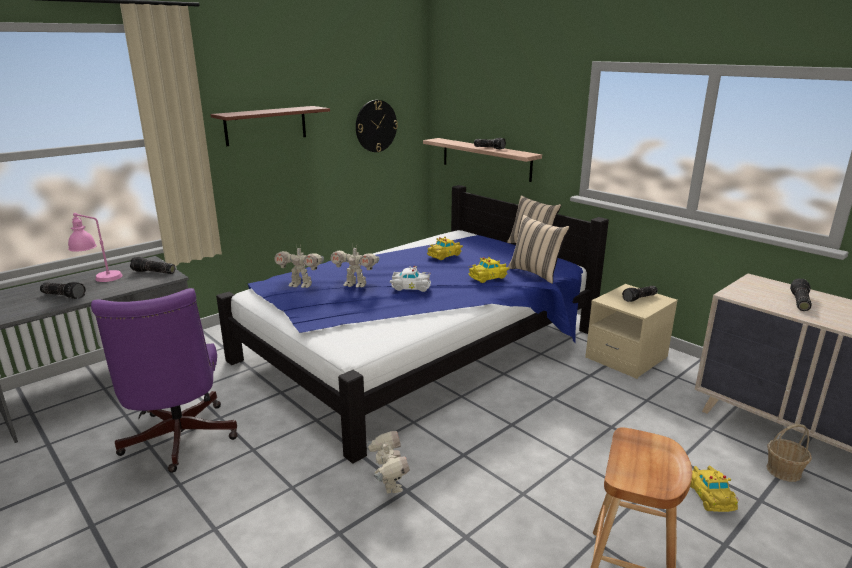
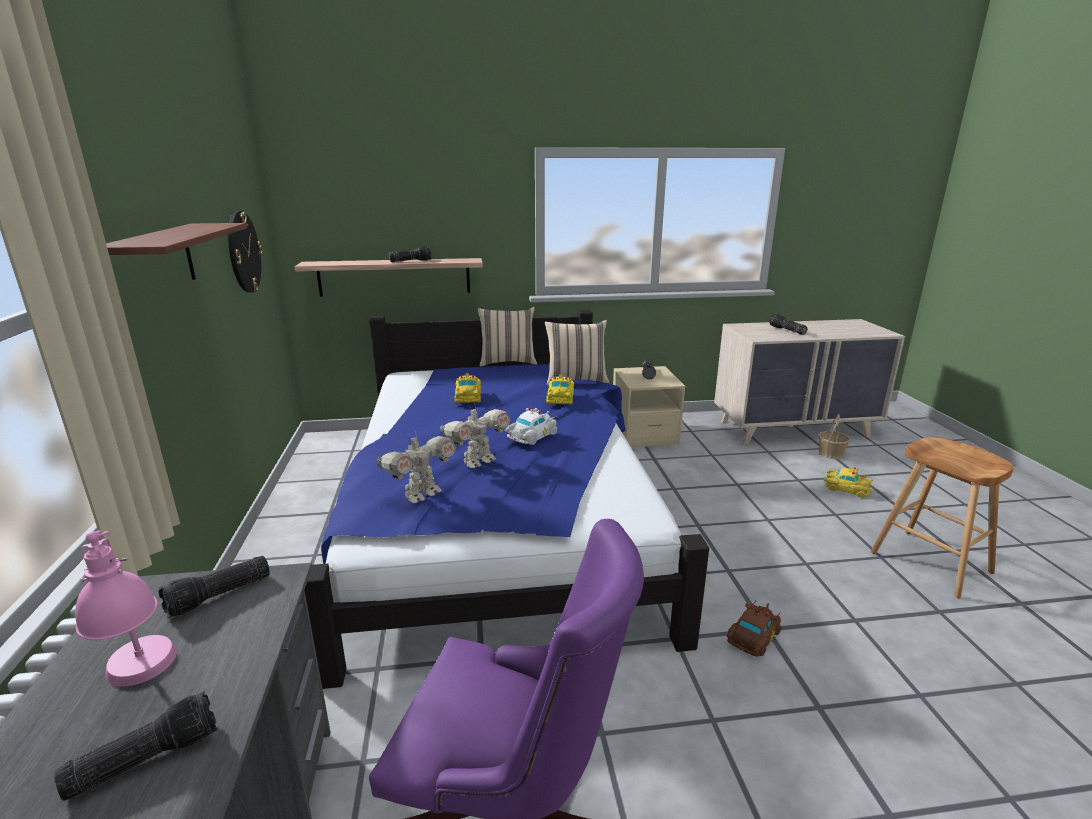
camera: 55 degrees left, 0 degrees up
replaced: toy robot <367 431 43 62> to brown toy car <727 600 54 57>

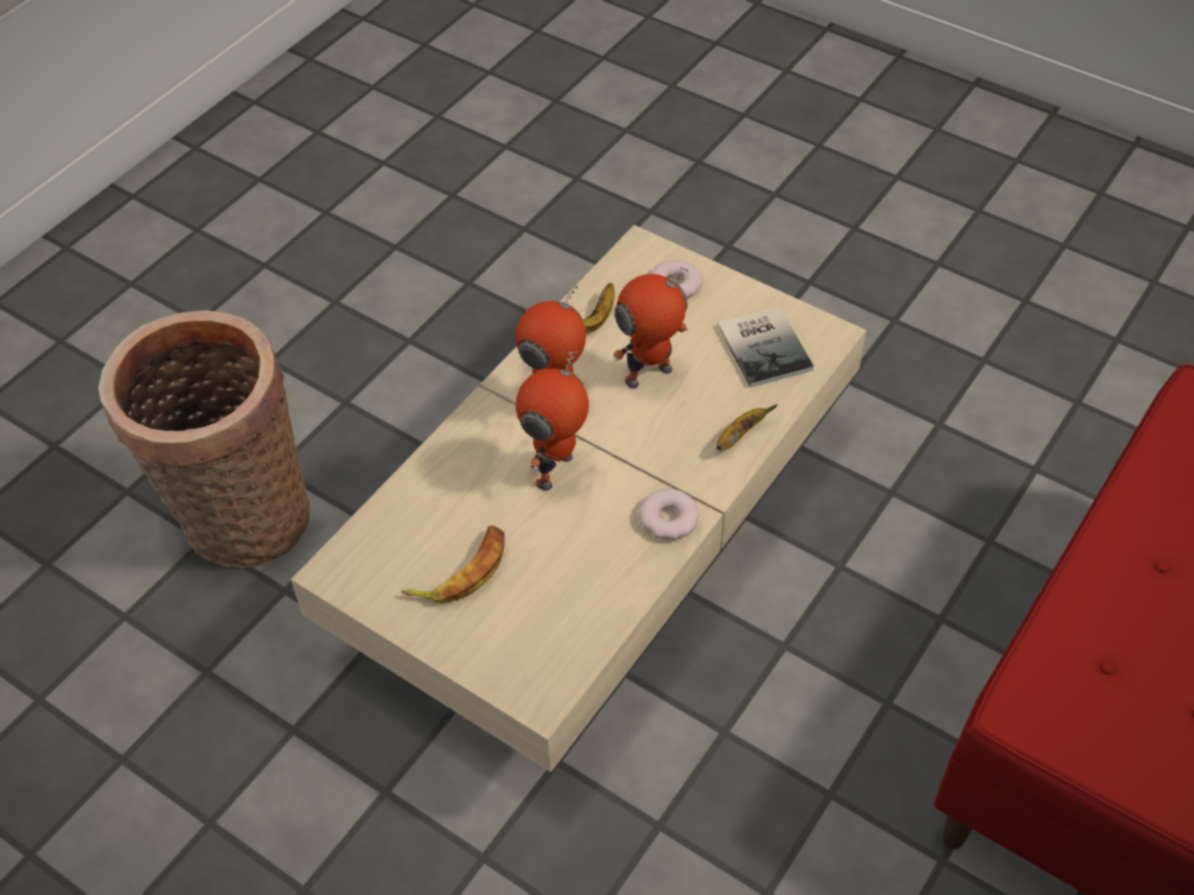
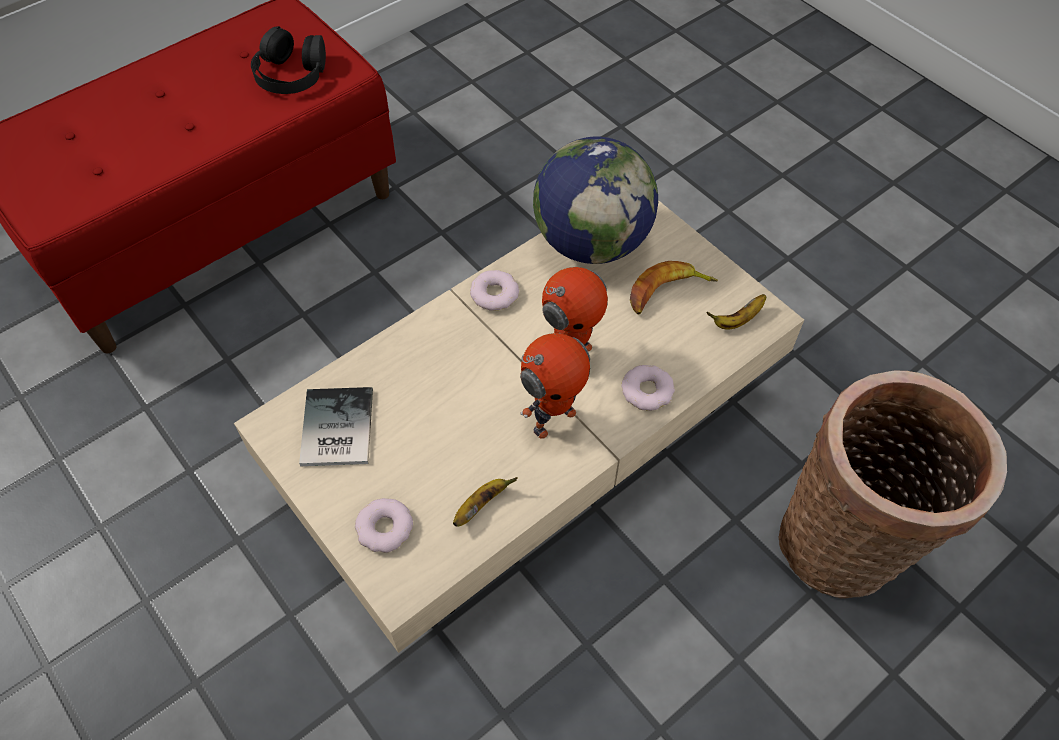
camera: 165 degrees left, 5 degrees up
removed: toy robot <613 267 75 122>
added: black headphones <251 26 75 68>; globe <533 137 125 127>; donut <621 365 54 46>
moved: banana <716 404 61 47> to <706 294 60 36>

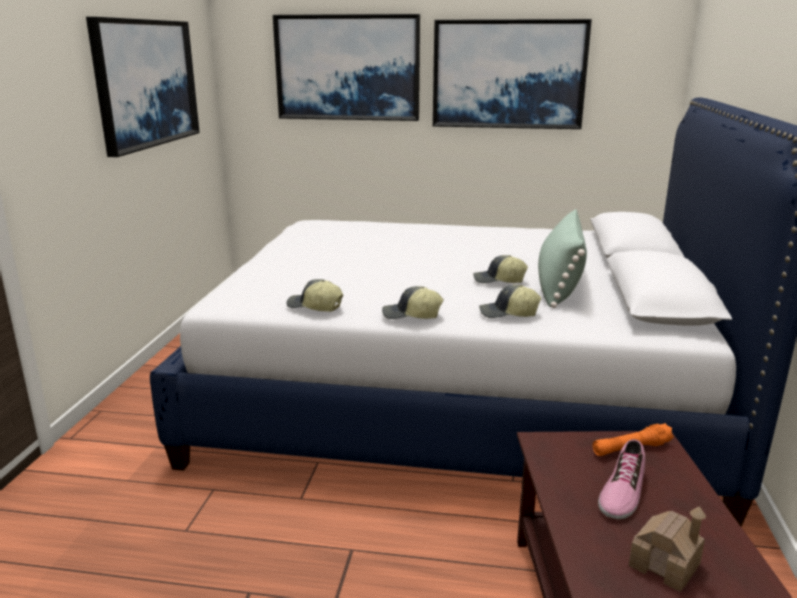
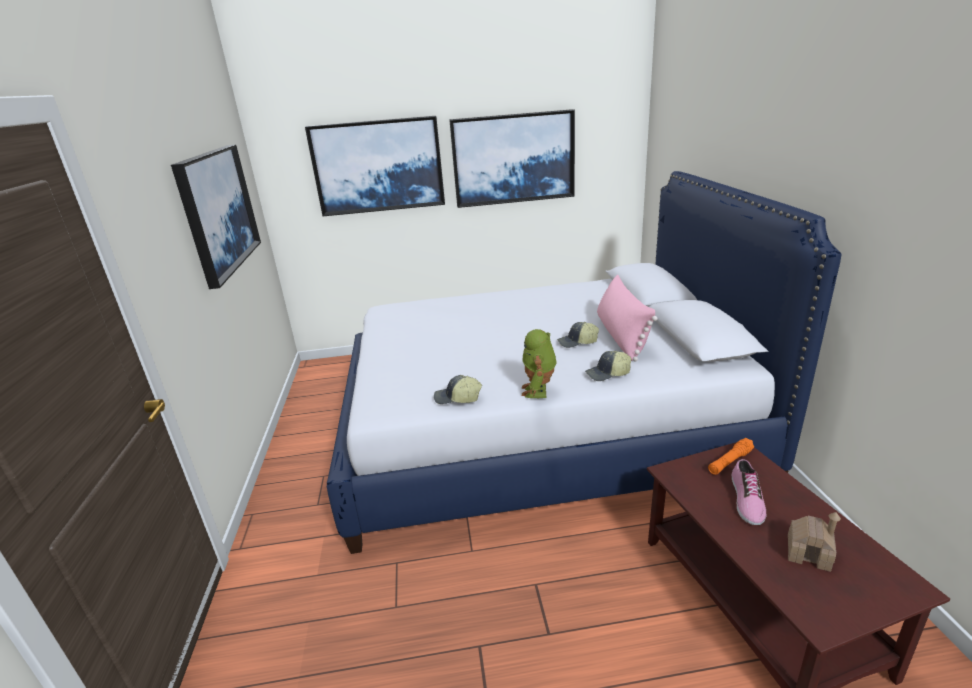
camera: 15 degrees left, 5 degrees up
replaced: cap <382 286 62 33> to toy robot <521 329 36 69>
recoloured: green pillow <538 209 49 99> to pink pillow <597 275 61 87>

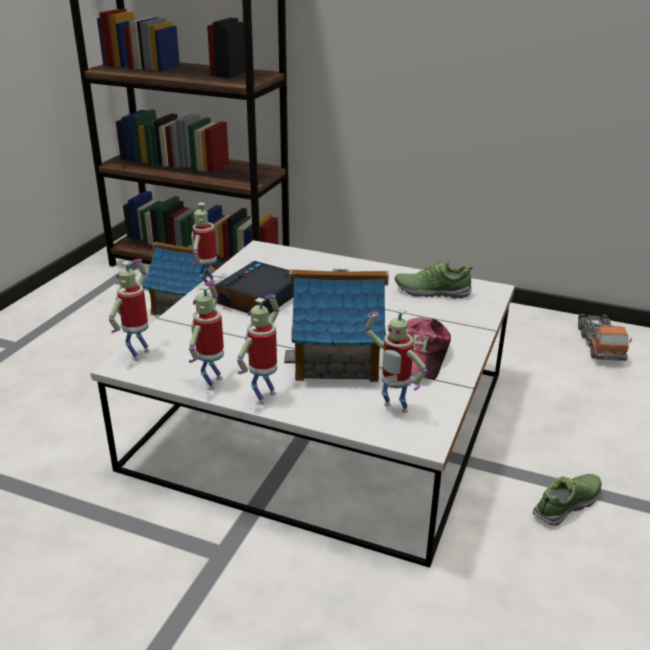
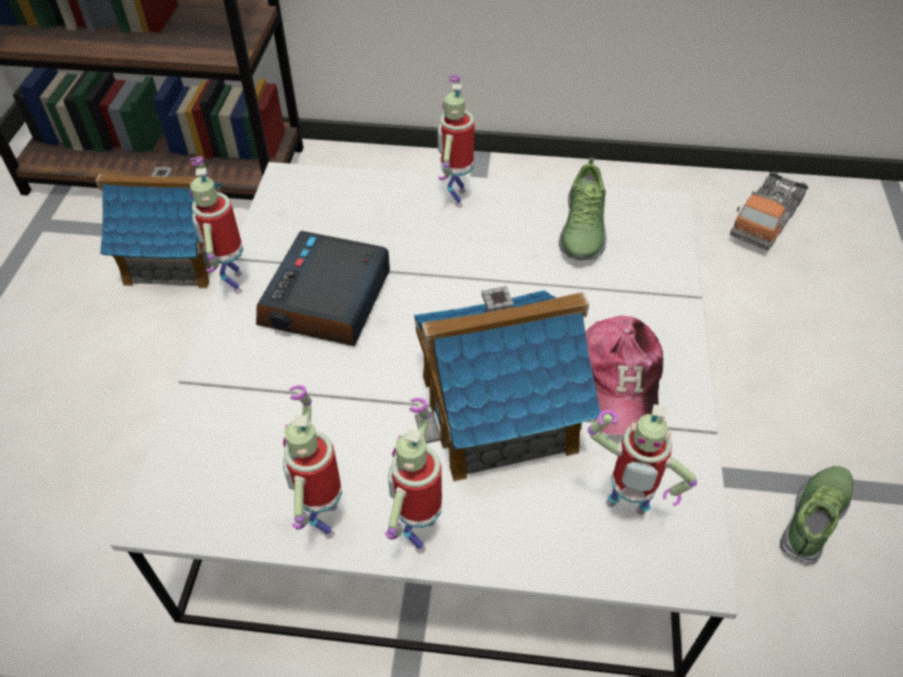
camera: 15 degrees left, 20 degrees up
moved: toy robot <109 259 41 102> to <438 75 37 133>
turned: shoe <395 262 78 37> = <559 158 48 102> 75 degrees counterclockwise; toy truck <578 314 54 47> = <730 171 78 79> 45 degrees clockwise

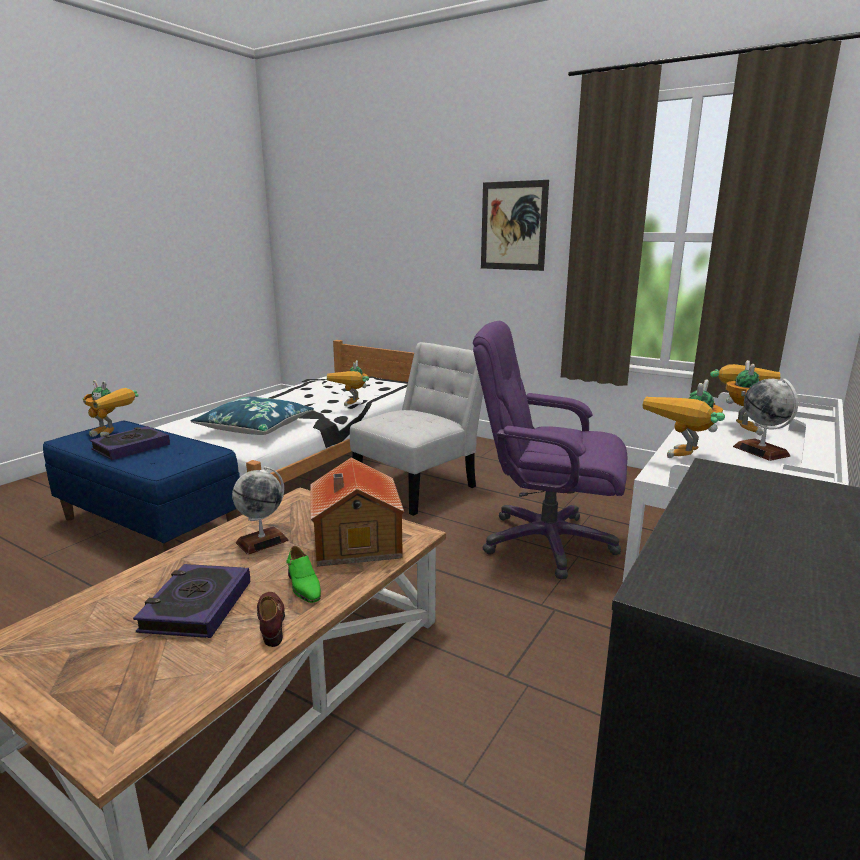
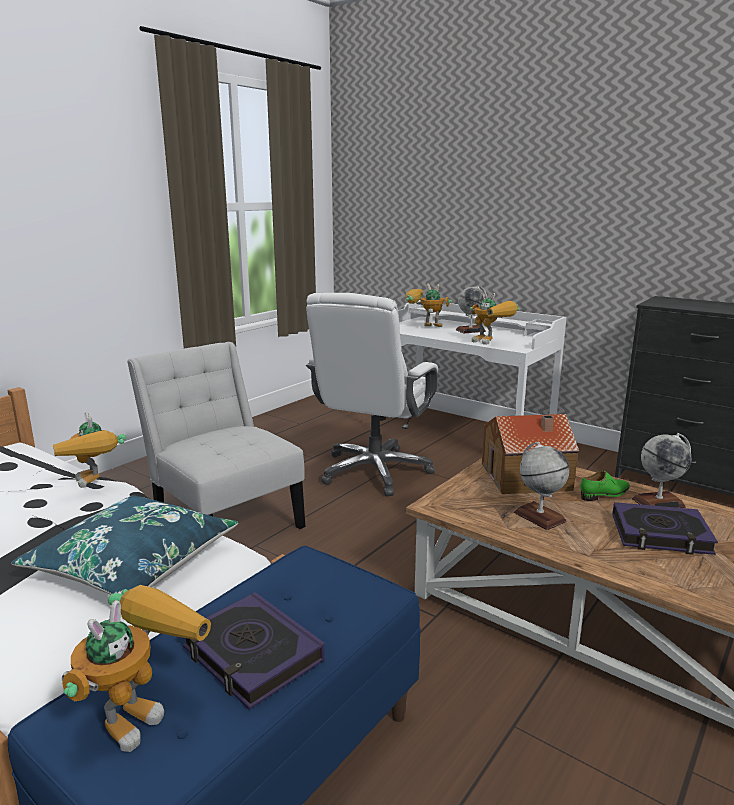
camera: 85 degrees left, 0 degrees up
removed: picture <481 180 68 91>
replaced: brown shoe <257 592 28 55> to globe <632 433 59 75>
recoloured: purple office chair <473 321 154 258> to white office chair <306 293 132 203>
turned: toy robot <327 360 42 46> = <53 412 73 76> 45 degrees clockwise

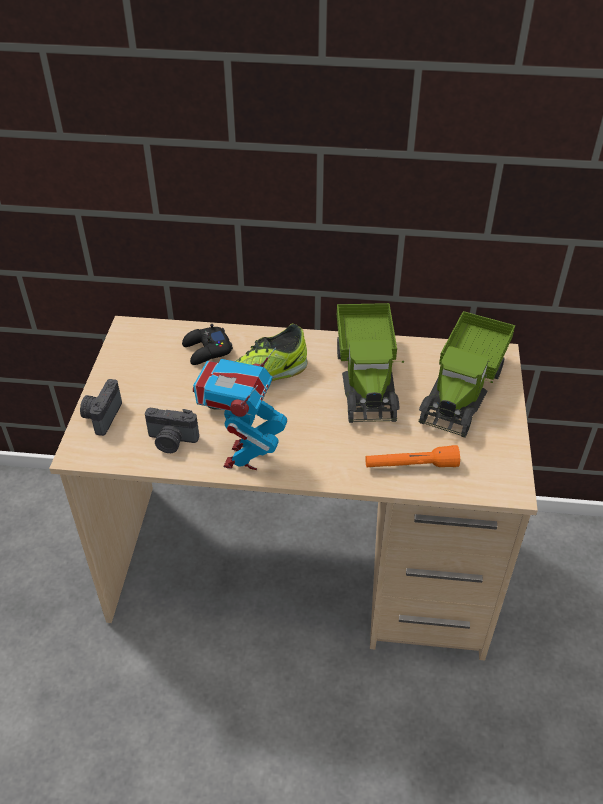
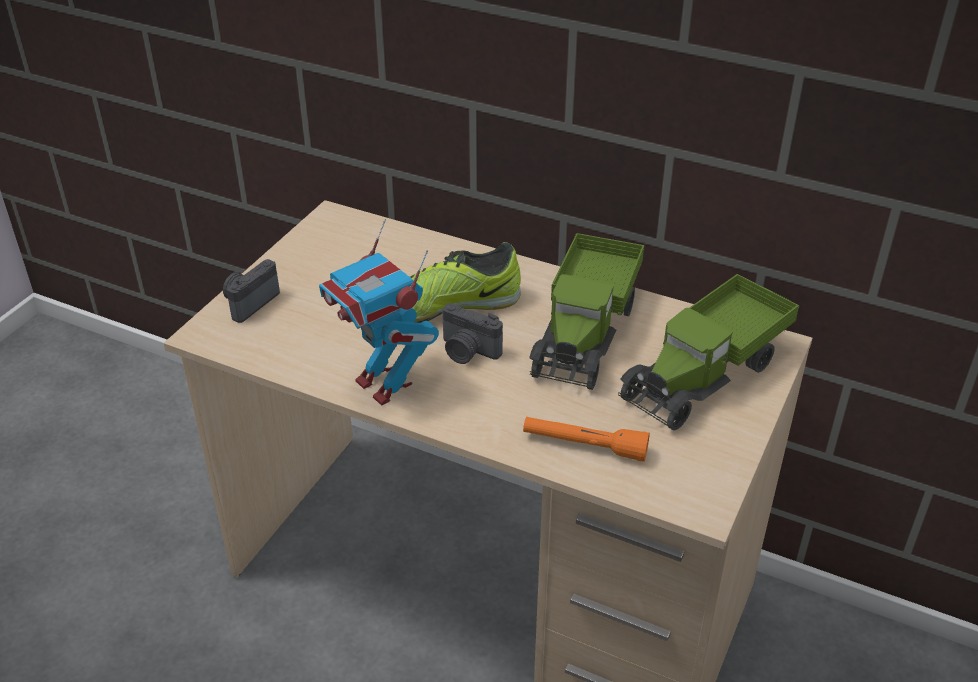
camera: 20 degrees right, 5 degrees down
removed: black game controller <182 324 51 41>
moved: photo camera <145 408 54 45> to <442 303 61 61>
turned: toy robot <193 347 94 123> = <319 219 120 187> 75 degrees counterclockwise

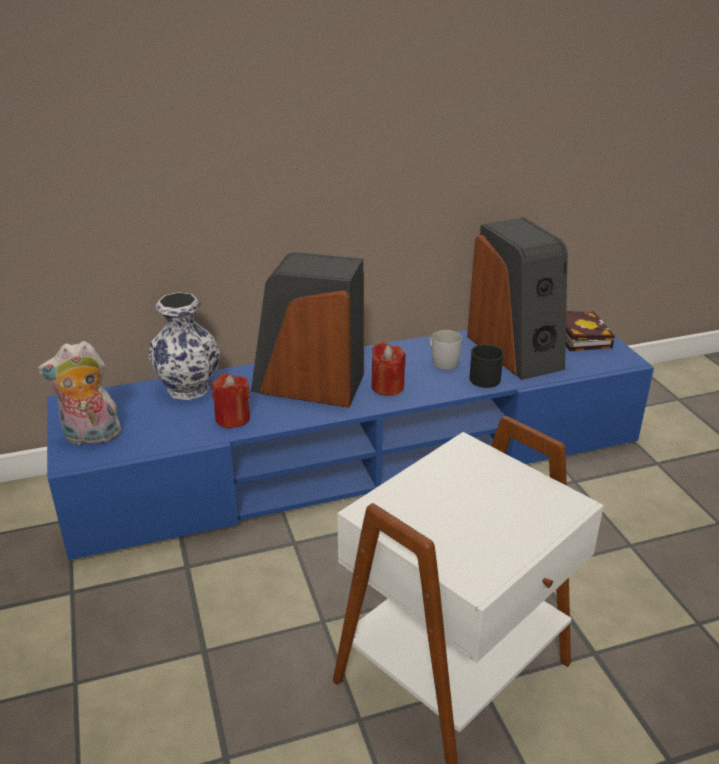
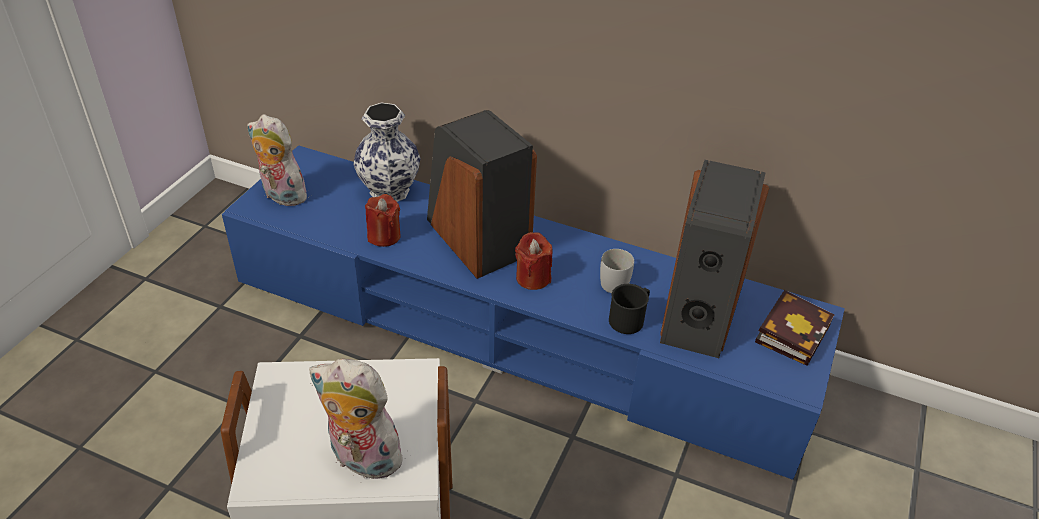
camera: 40 degrees right, 10 degrees up
added: plush toy <309 359 102 120>

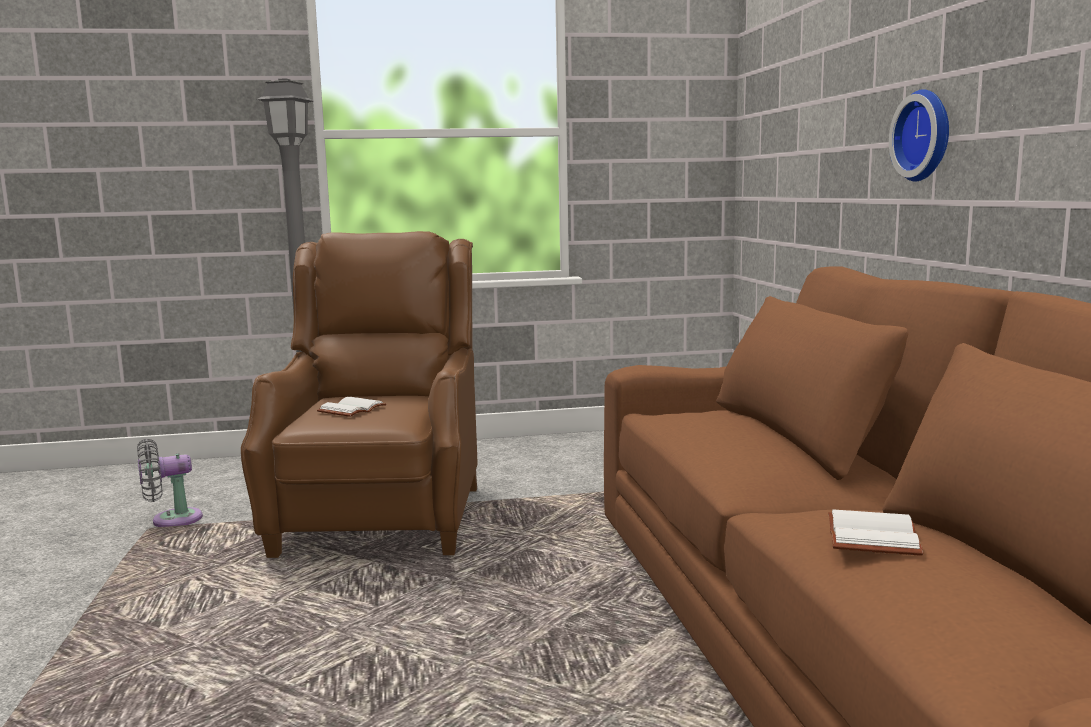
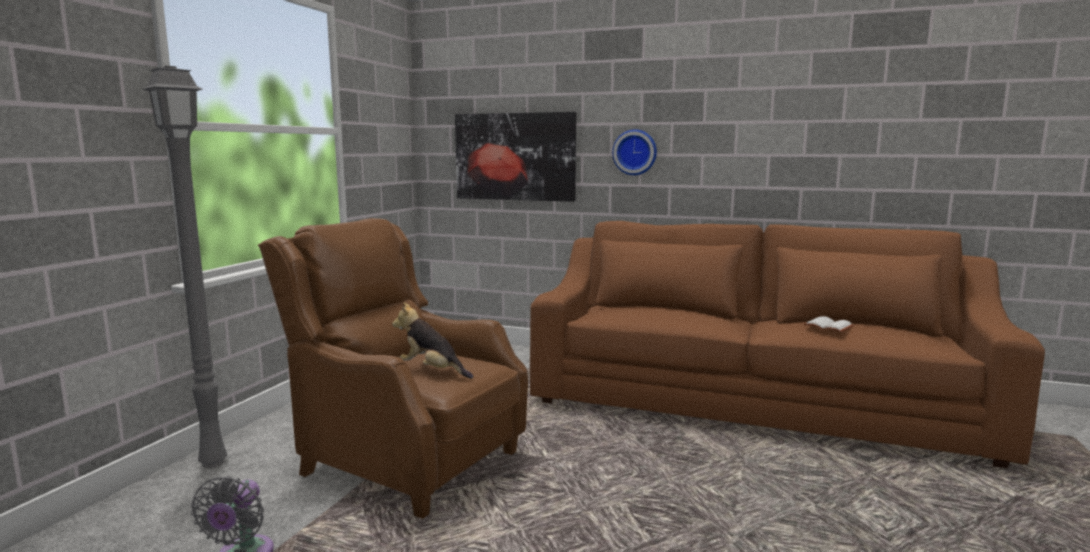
camera: 60 degrees left, 0 degrees up
added: picture <455 112 121 90>
replaced: white book <317 397 69 20> to plush toy <392 302 81 77>

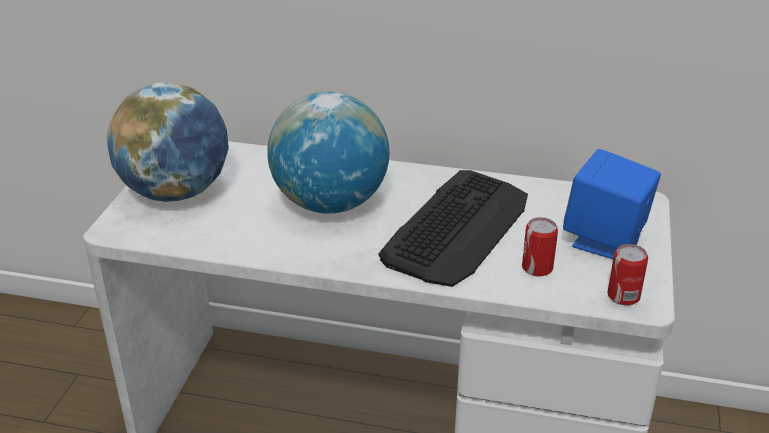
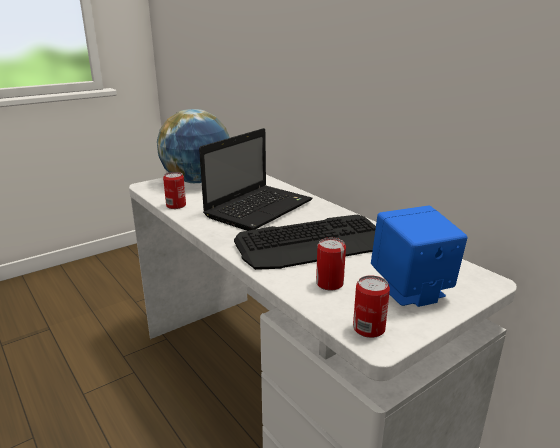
camera: 40 degrees right, 10 degrees down
added: can <163 172 23 37>
replaced: globe <268 92 121 121> to laptop <199 128 114 103>

